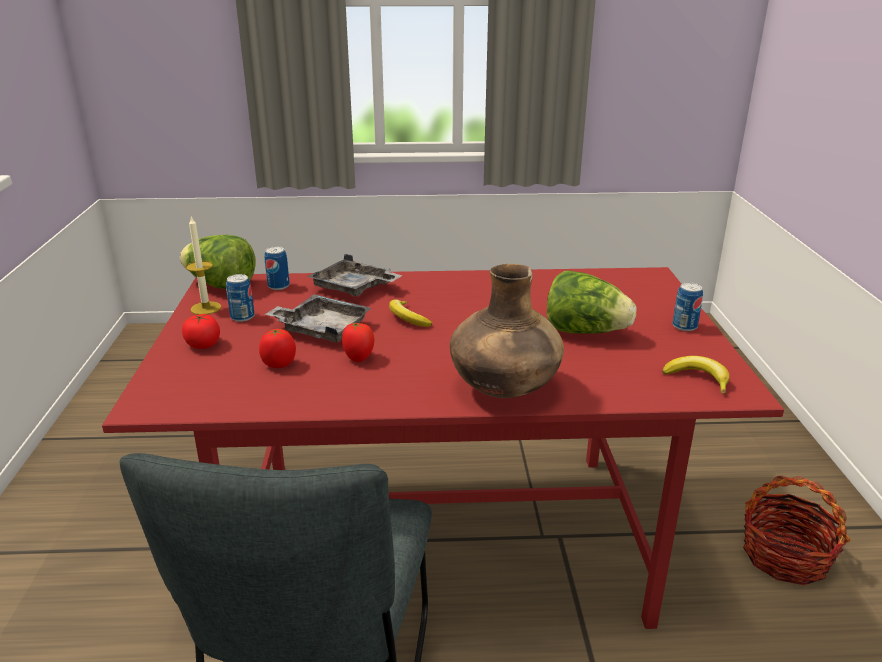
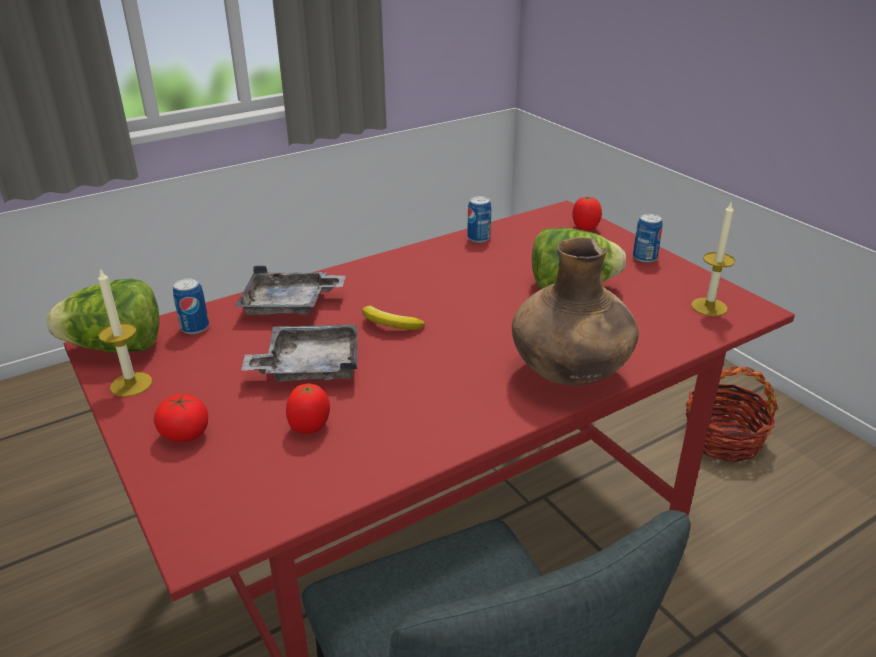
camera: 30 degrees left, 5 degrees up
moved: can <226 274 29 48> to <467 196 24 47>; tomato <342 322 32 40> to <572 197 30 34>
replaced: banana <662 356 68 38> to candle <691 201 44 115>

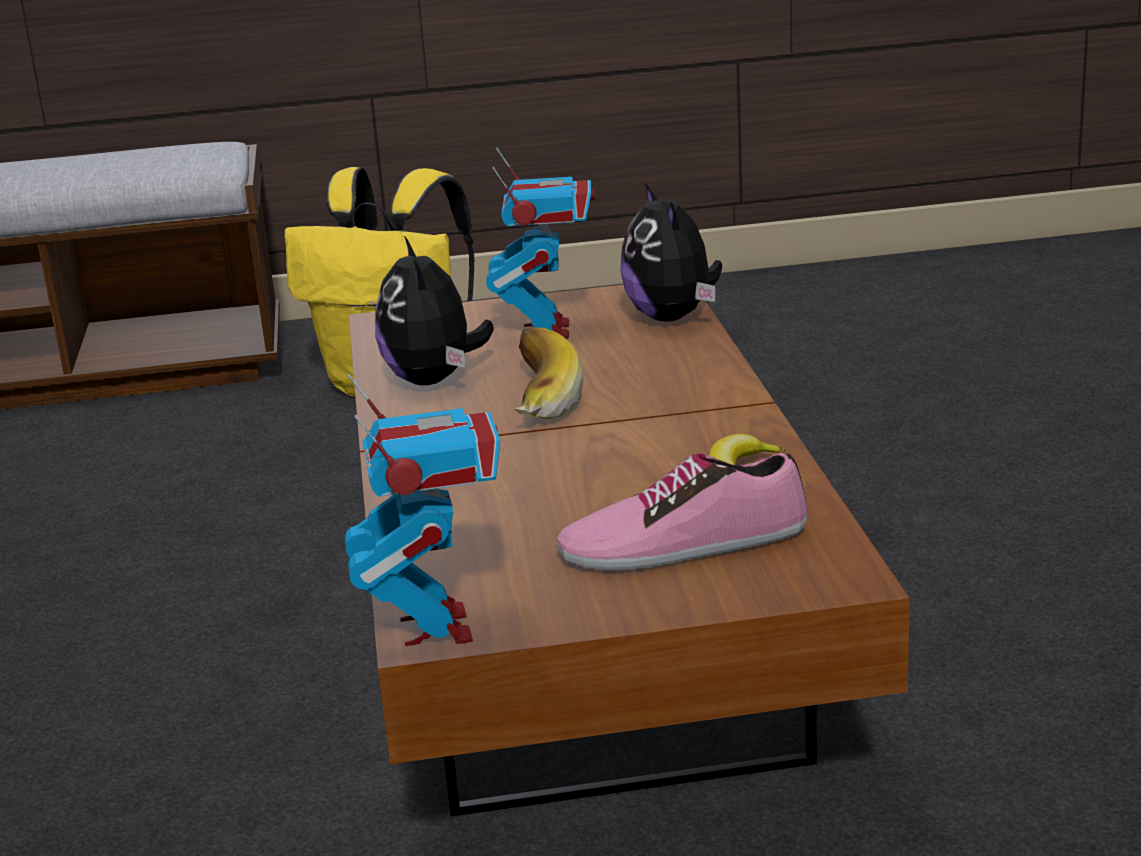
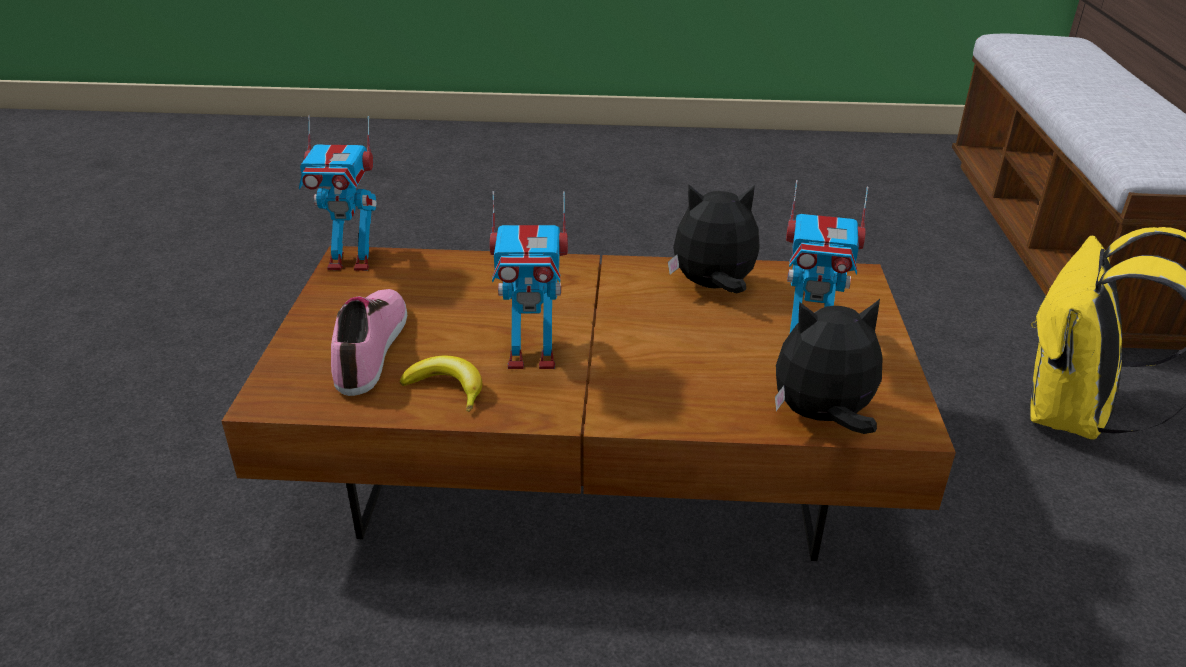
camera: 100 degrees right, 10 degrees up
removed: banana <514 327 69 93>
added: toy robot <490 191 78 178>

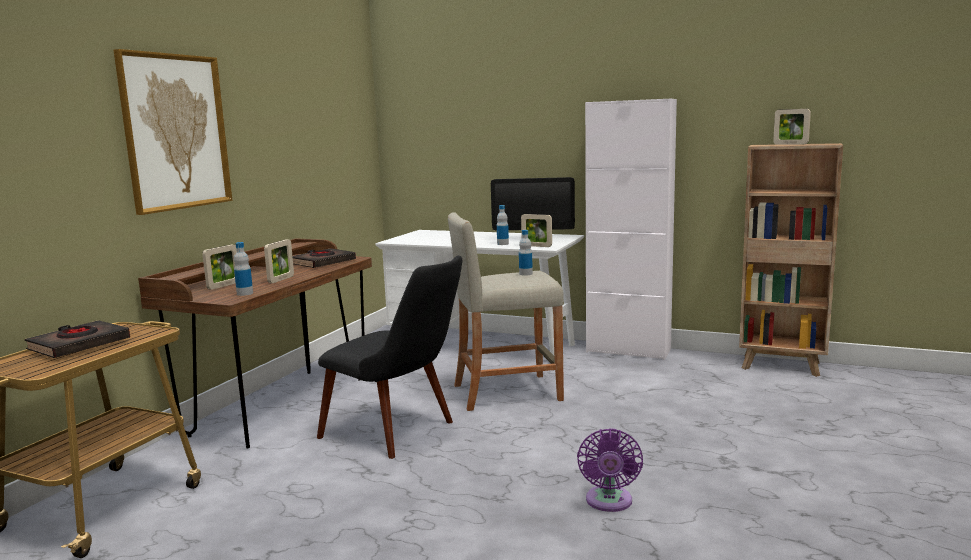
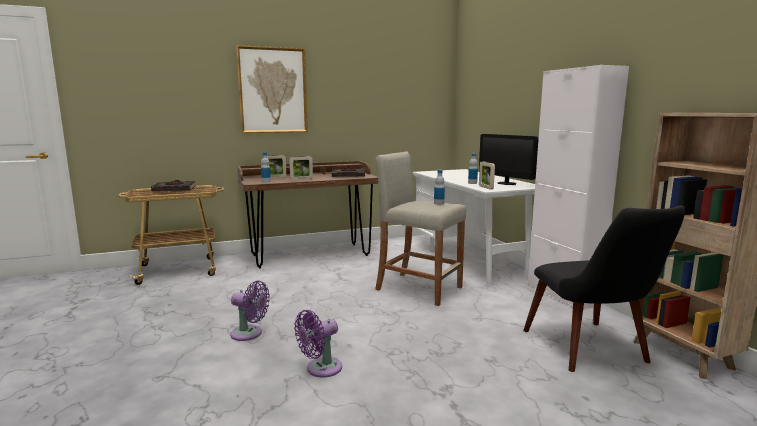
camera: 45 degrees right, 0 degrees up
removed: picture frame <773 109 38 35>
added: purple fan <230 281 40 60>
moved: black chair <317 256 145 203> to <523 205 163 167>

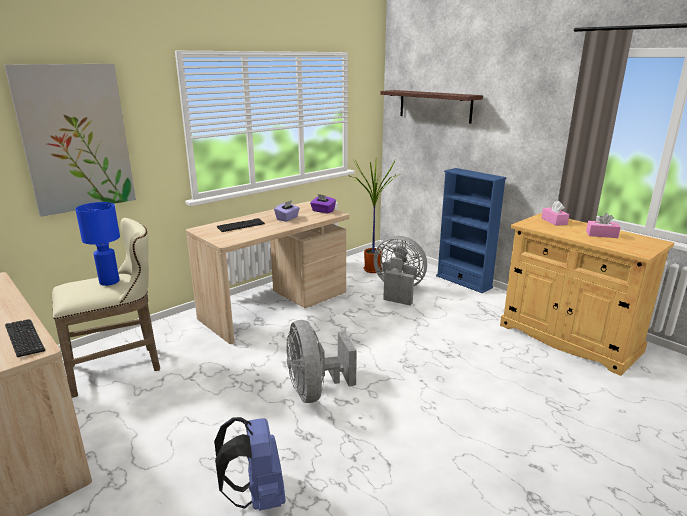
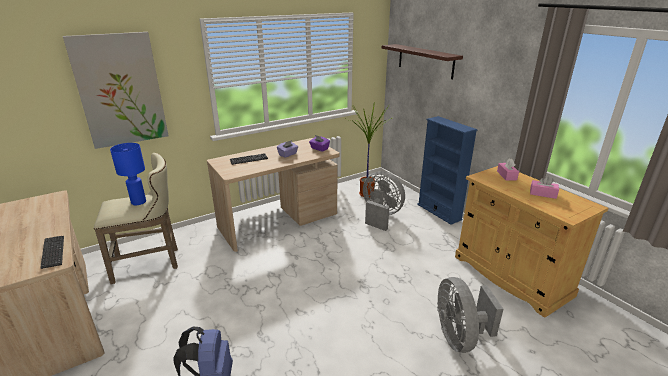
camera: 10 degrees right, 5 degrees up
moved: grey fan <286 320 71 83> to <437 277 66 76>

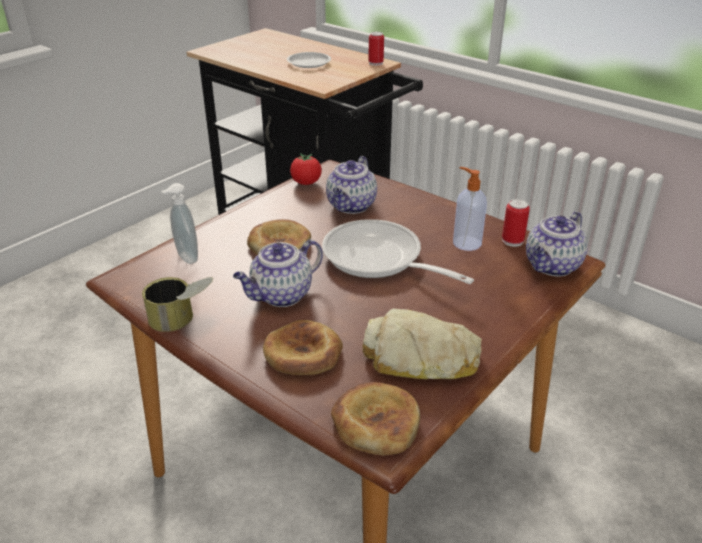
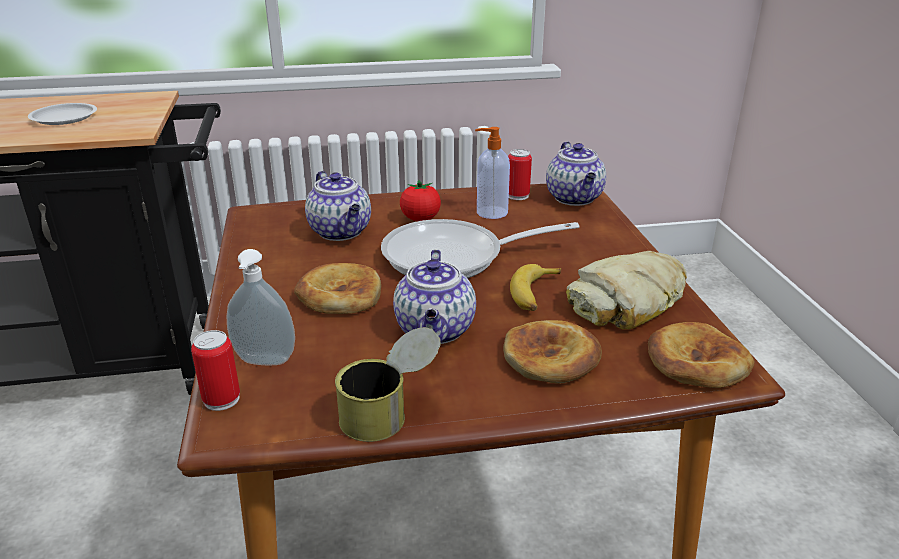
camera: 50 degrees left, 5 degrees down
added: banana <510 264 51 47>
moved: tomato <290 153 32 32> to <400 180 41 41>; can <368 32 16 34> to <191 330 49 81>

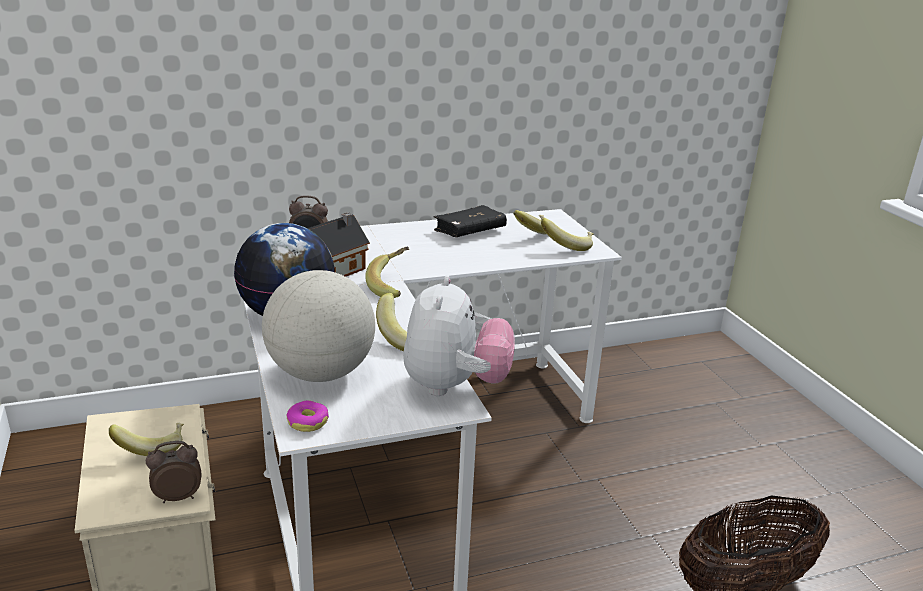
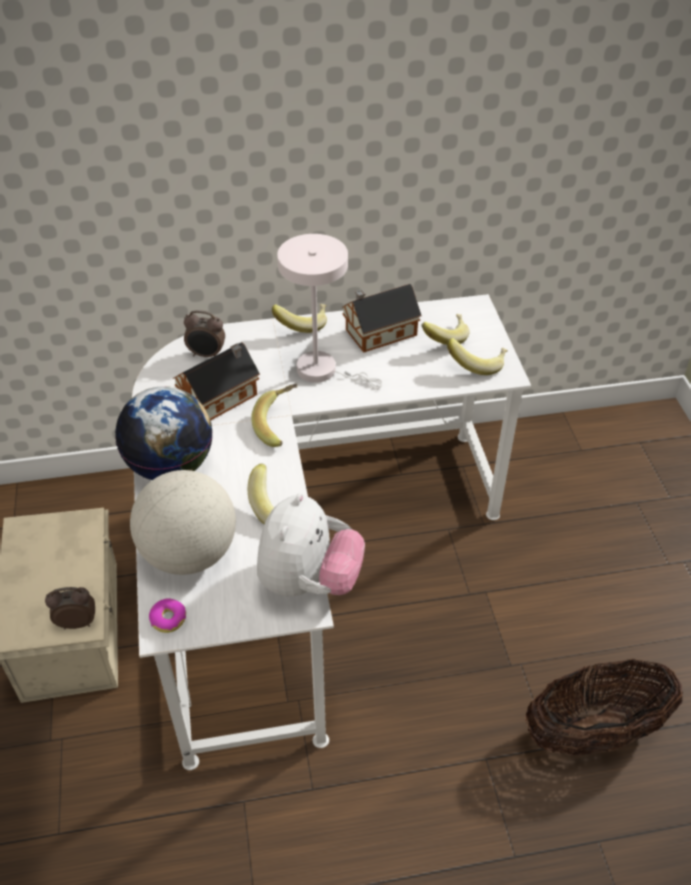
camera: 10 degrees right, 20 degrees up
added: white table lamp <277 234 106 155>
moved: banana <109 422 75 34> to <272 304 55 29>
replaced: black book <433 205 74 32> to toy house <342 284 80 69>

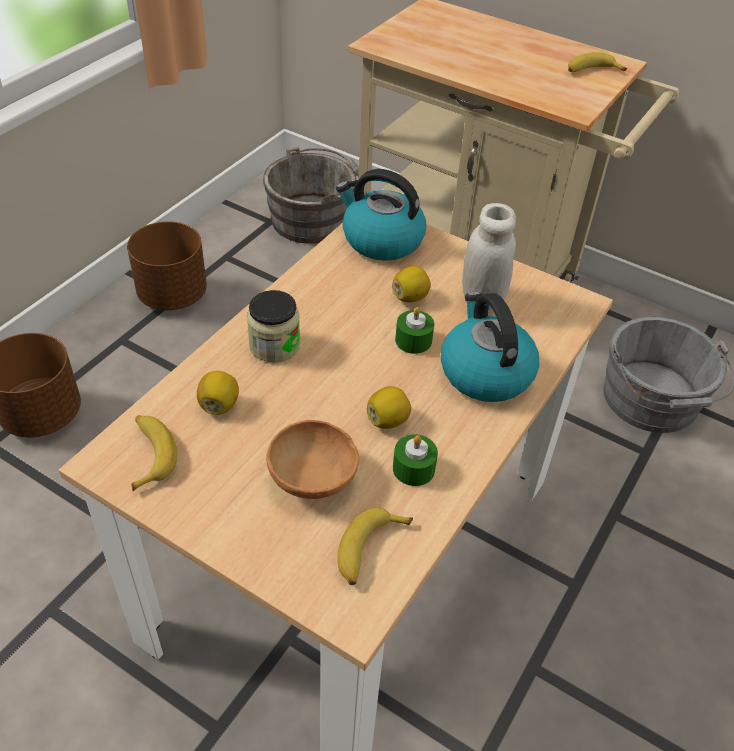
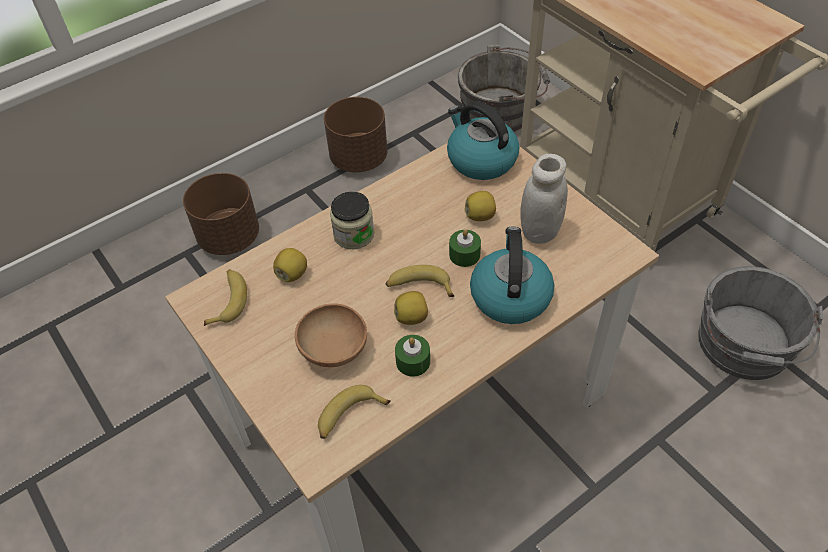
camera: 25 degrees right, 5 degrees up
moved: banana <568 52 59 20> to <386 265 68 32>

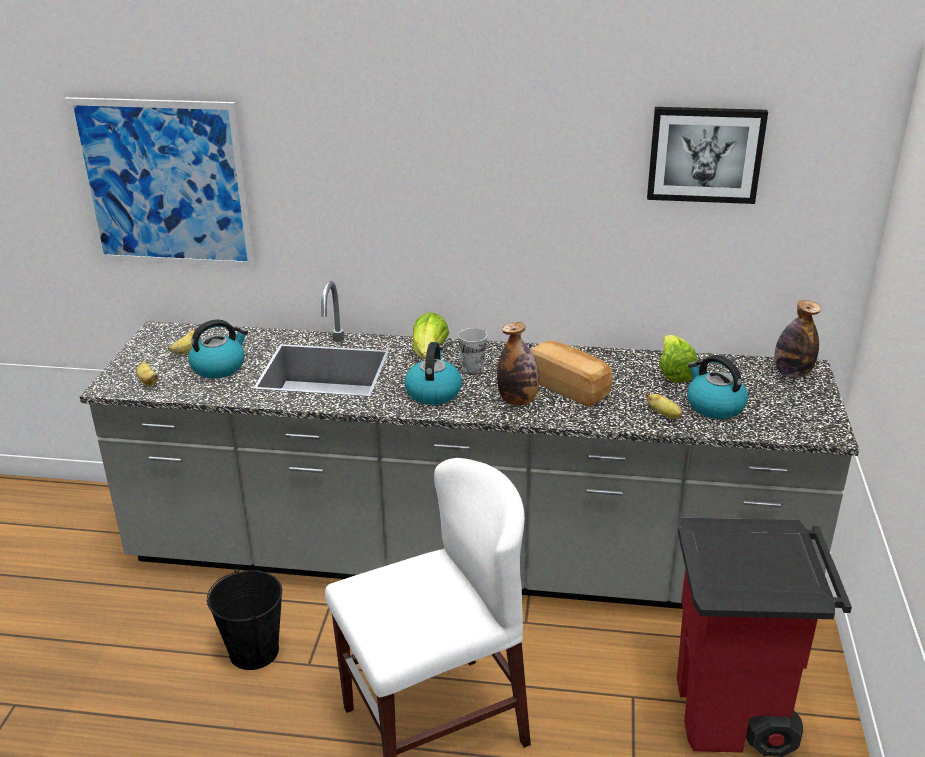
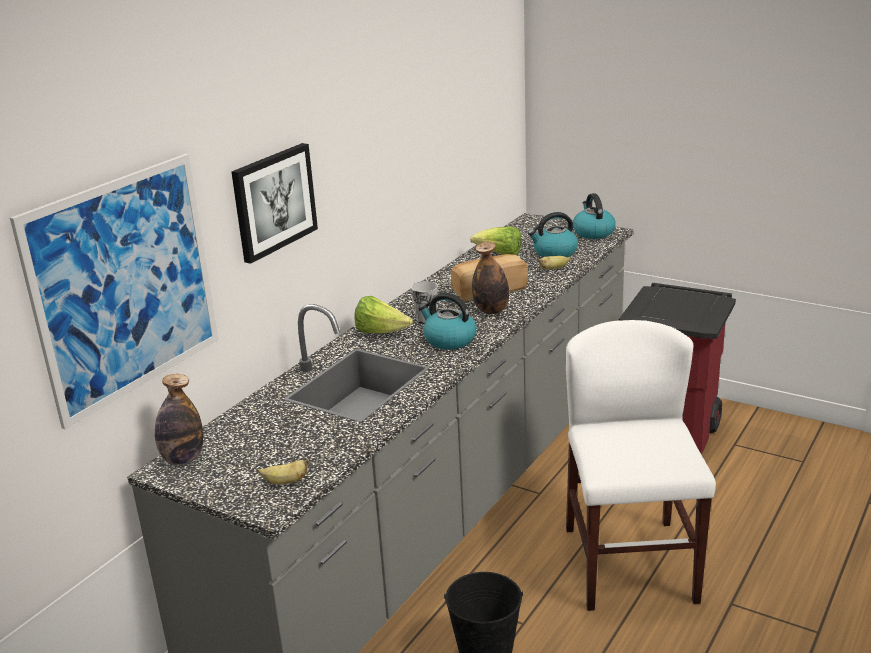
camera: 65 degrees left, 5 degrees down
removed: banana <168 327 32 28>
moved: kettle <188 319 60 59> to <573 193 43 46>; picture <647 107 121 97> to <231 143 87 121>; bottle <774 300 47 78> to <155 374 48 91>

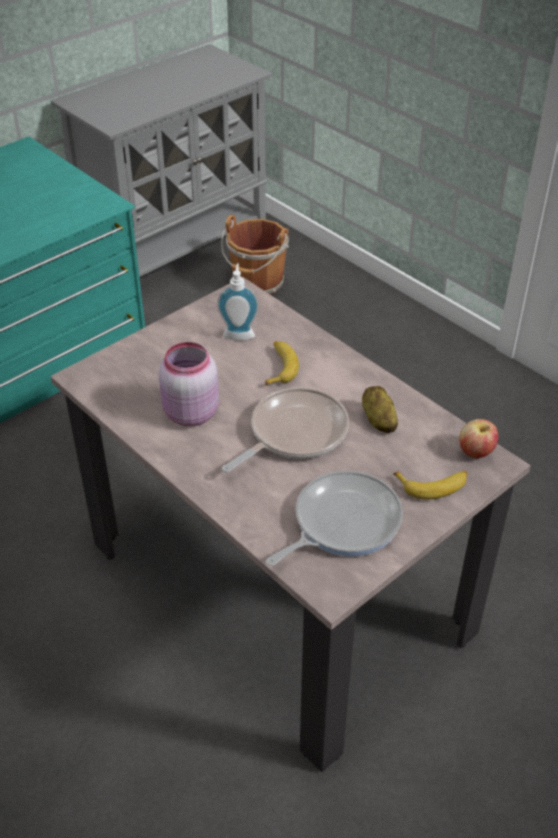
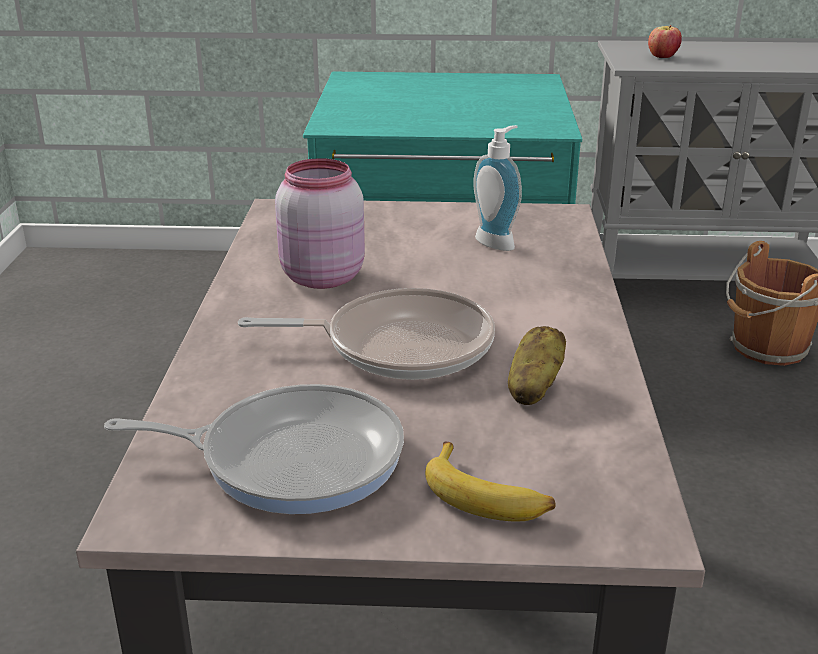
camera: 45 degrees right, 15 degrees down
removed: banana <265 341 34 44>
moved: apple <459 419 39 39> to <648 25 34 33>

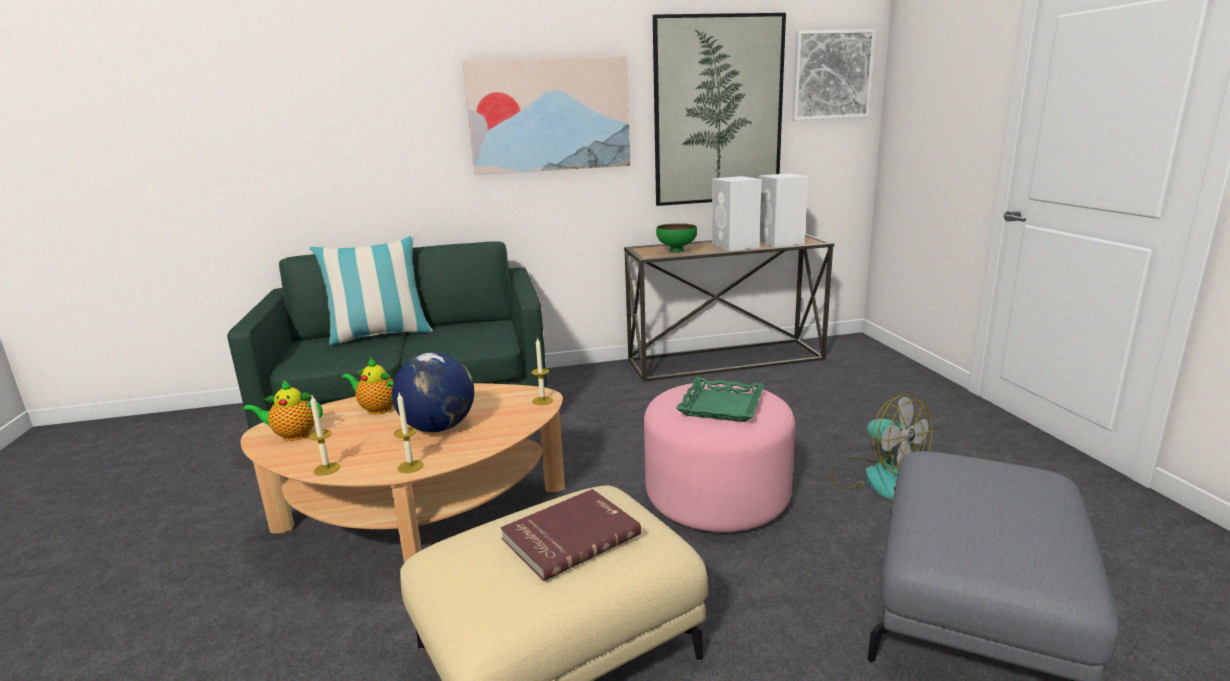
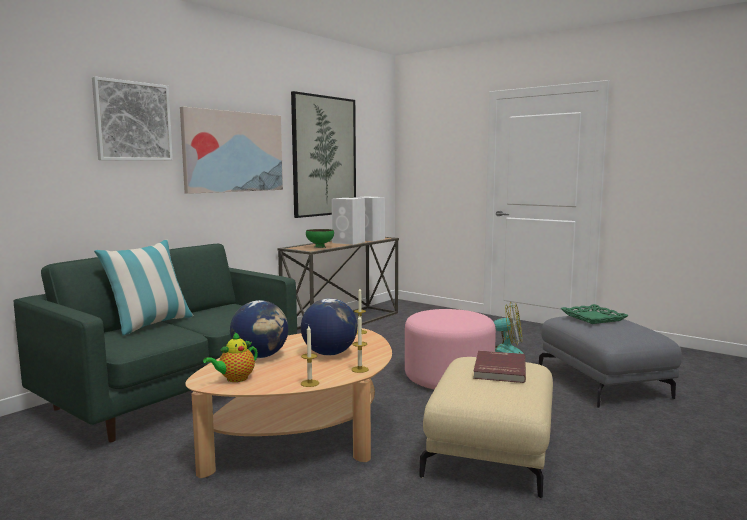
camera: 40 degrees left, 10 degrees down
moved: green tray <676 377 89 45> to <560 304 69 20>; picture <792 29 84 91> to <92 77 81 84>
replaced: teapot <342 358 52 57> to globe <230 300 58 58>

